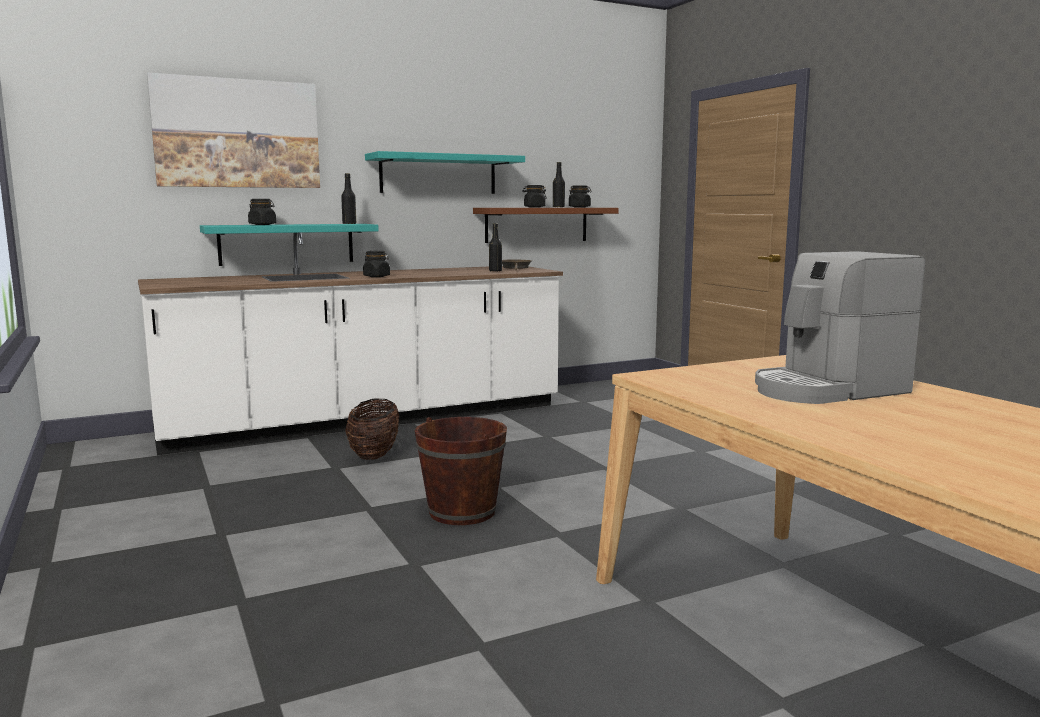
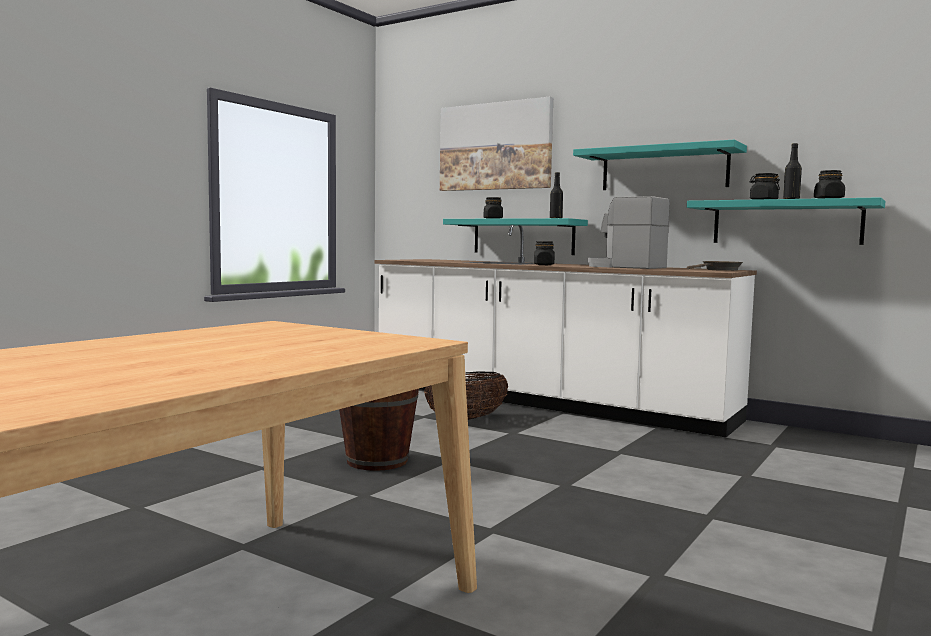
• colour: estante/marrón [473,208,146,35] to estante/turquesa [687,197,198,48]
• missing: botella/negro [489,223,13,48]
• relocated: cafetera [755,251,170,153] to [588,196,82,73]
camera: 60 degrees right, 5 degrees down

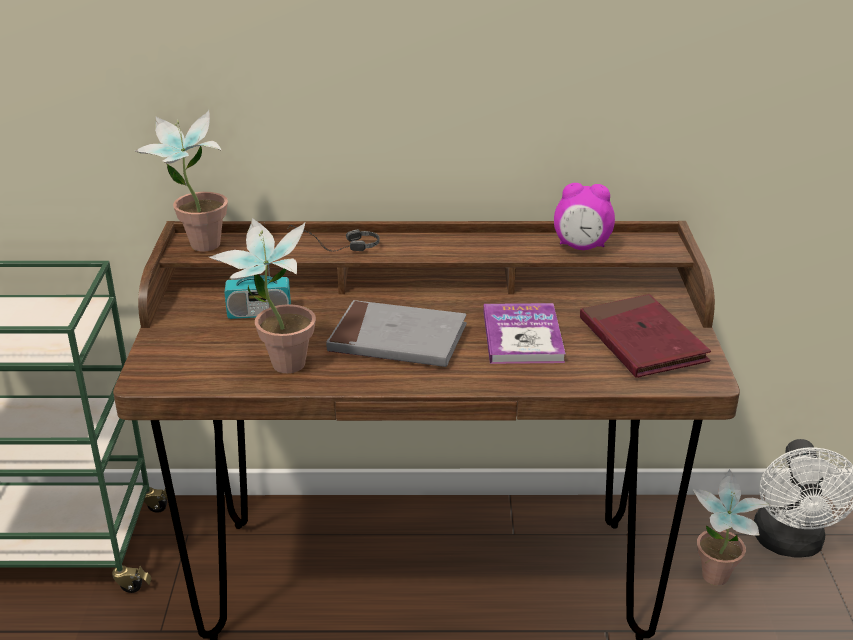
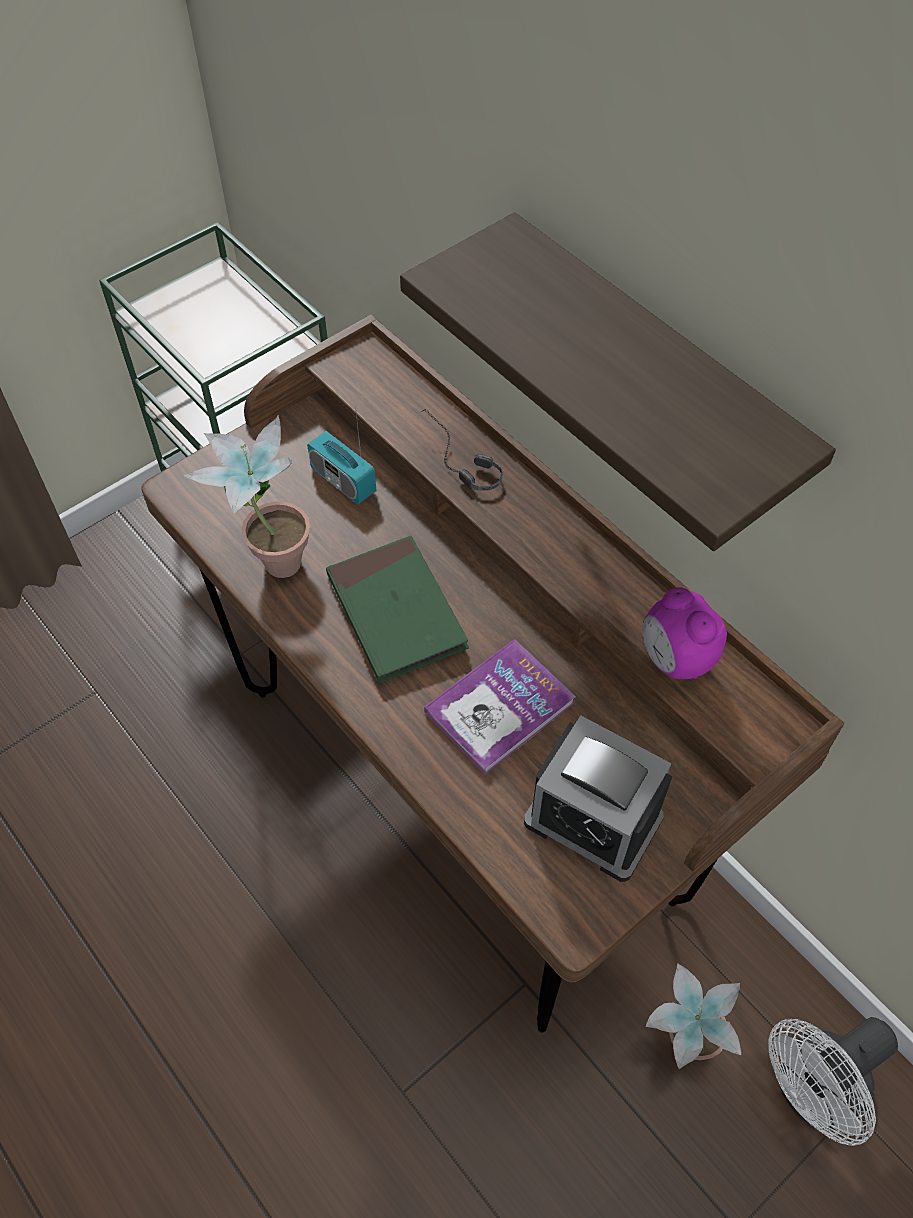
• missing: planta en maceta [136,110,92,142]
• colour: libro/gris [326,300,141,67] to libro/verde [326,536,143,147]
• exchanged: libro/rojo [580,294,131,84] to despertador [524,715,149,167]
• appeared: estante [400,212,436,339]
camera: 50 degrees right, 25 degrees up

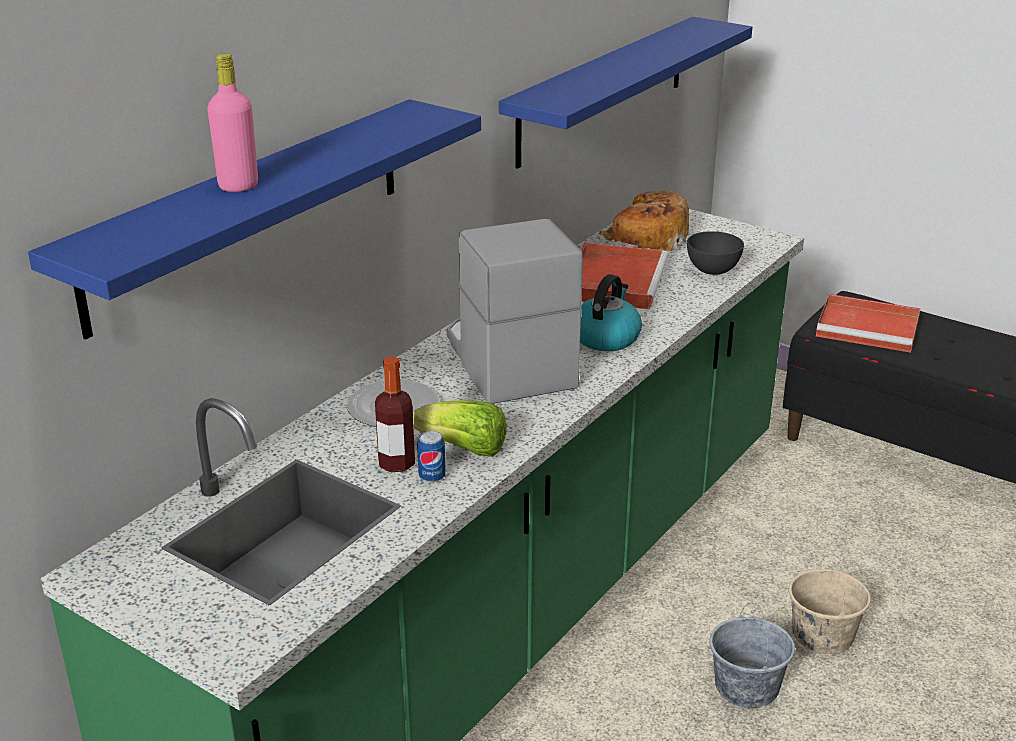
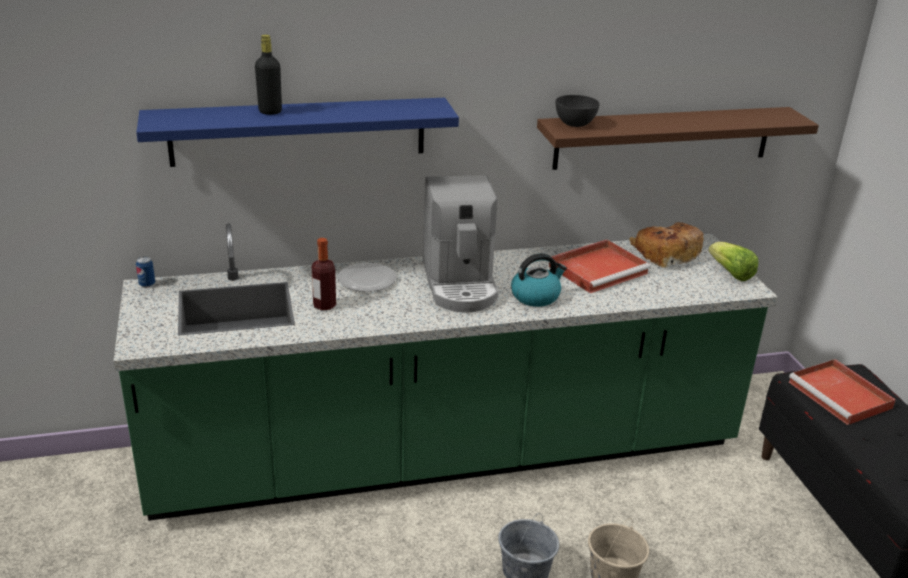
• colour: botella/rosa [207,54,51,138] to botella/negro [255,35,27,80]
• relocated: lechuga [413,400,94,57] to [708,242,50,39]
• relocated: lata [417,431,29,51] to [136,256,19,31]
• spun: cafetera [447,219,136,185] = [423,175,75,138] 150 degrees clockwise
• colour: estante/azul [499,17,254,152] to estante/marrón [537,107,282,63]
• relocated: cuenco/gris [687,231,57,44] to [556,95,44,32]
camera: 40 degrees right, 0 degrees up

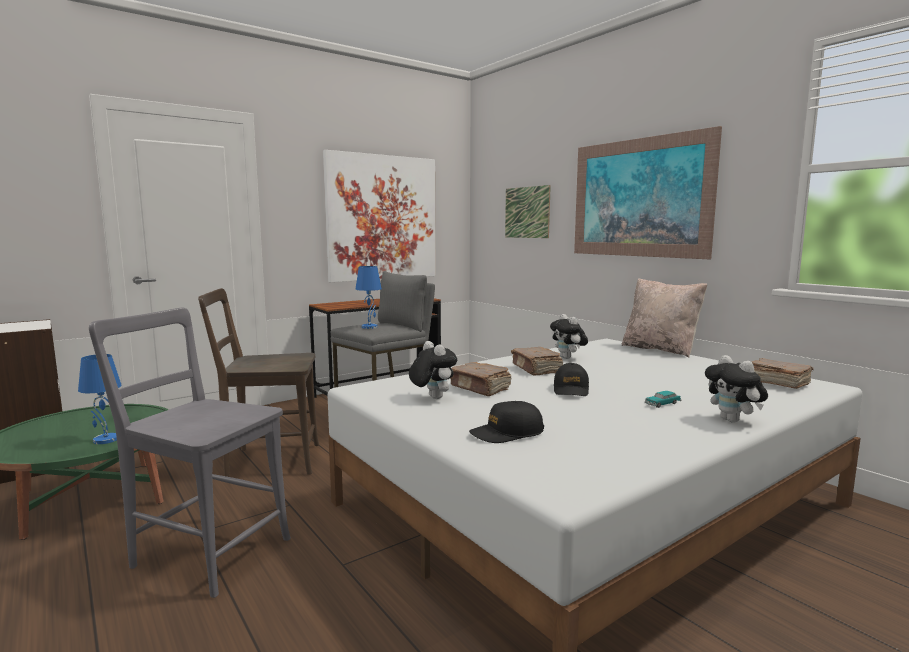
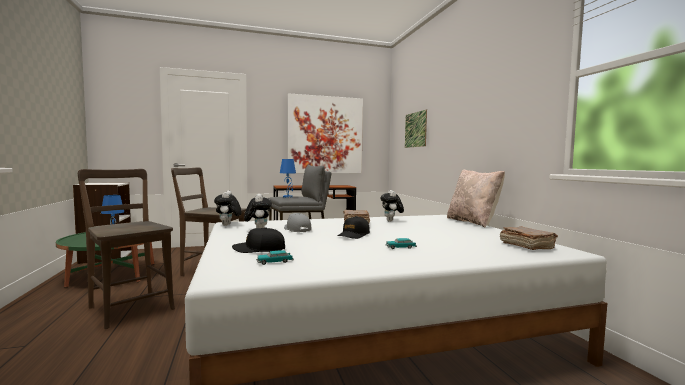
• colour: silla/gris [89,308,202,290] to silla/marrón [78,169,97,160]
• exchanged: libro/marrón [450,362,61,34] to gorra/gris [284,213,28,19]
• missing: cuadro [574,126,148,133]
• relocated: peluche [705,355,63,68] to [214,191,28,35]
• appeared: coche de juguete [256,250,38,15]
camera: 20 degrees right, 5 degrees down

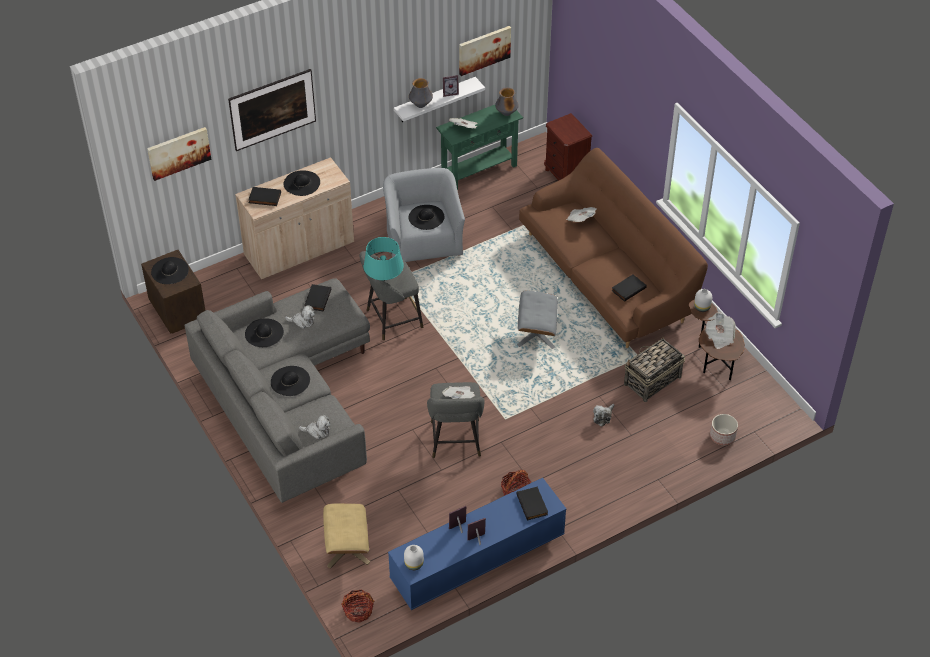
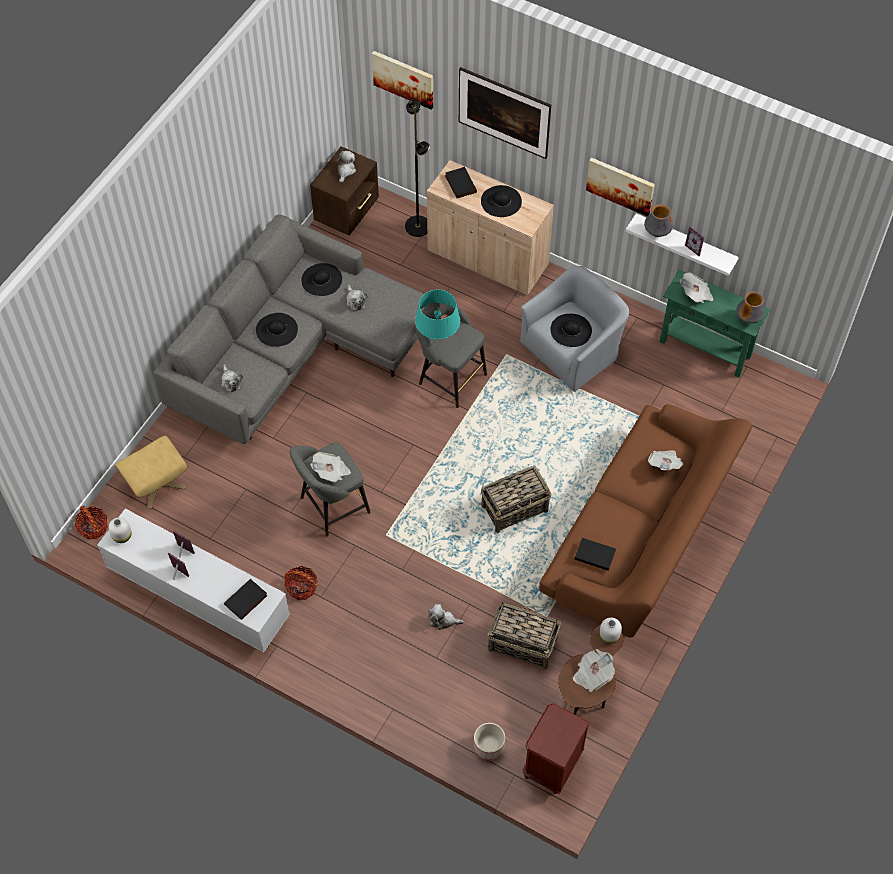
• exchanged: sombrero/negro [151,257,38,27] to peluche [336,151,20,32]
• missing: libro/negro [304,284,27,27]
• colour: mueble de televisión/azul [388,478,178,132] to mueble de televisión/blanco [97,509,193,144]
• relocated: cuadro [459,26,52,50] to [586,157,69,60]
• exchanged: puf/gris [517,290,41,59] to cesta [481,466,70,67]
• relocated: mesita de noche/marrón [544,113,48,67] to [523,703,67,91]
• appeared: lámpara de pie/negro [405,100,25,137]
camera: 60 degrees right, 10 degrees up

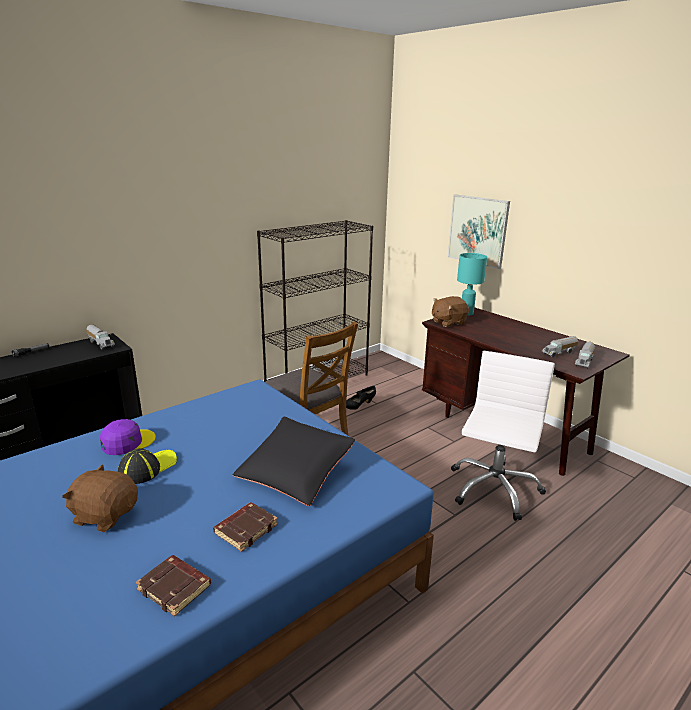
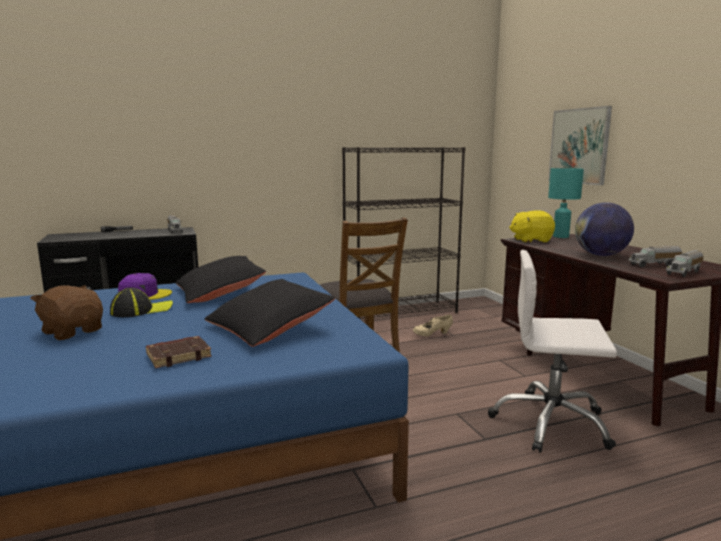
• missing: libro/marrón [135,555,76,62]
• colour: zapato/negro [346,386,30,24] to zapato/beis [413,314,40,22]
• colour: peluche/marrón [432,296,37,31] to peluche/amarillo [509,210,46,33]
• spun: silla de oficina/blanco [451,351,104,170] = [488,250,129,203] 120 degrees counterclockwise
• appeared: cojín/negro [176,256,90,47]
• appeared: globo terráqueo [575,202,59,54]
camera: 20 degrees right, 10 degrees down

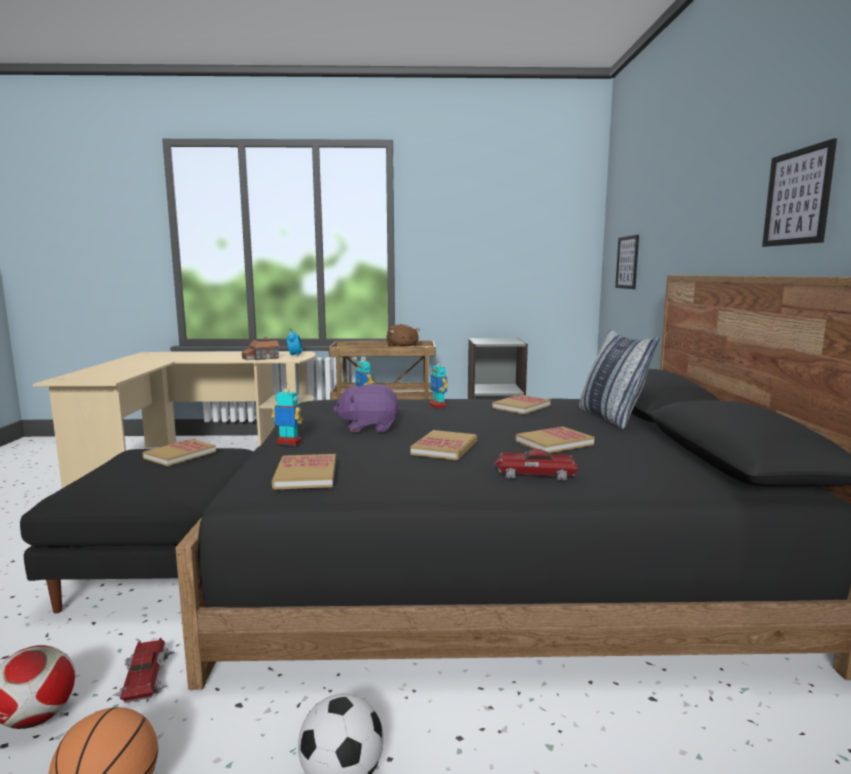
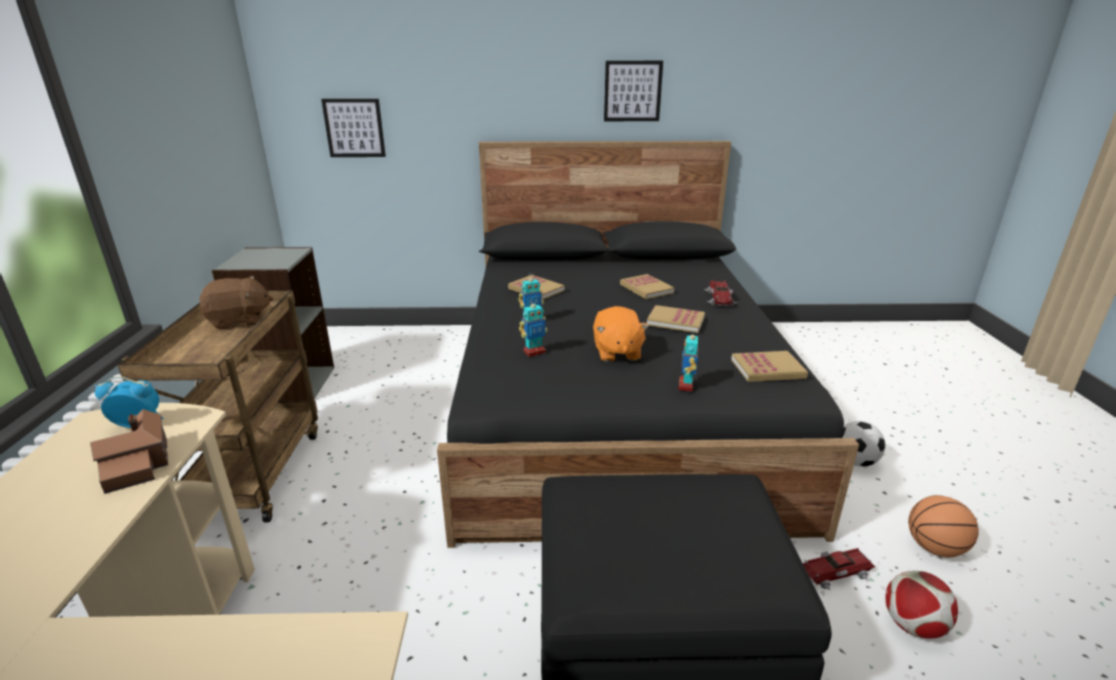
• missing: libro [142,439,74,27]
• colour: peluche/morado [333,384,67,48] to peluche/naranja [593,306,56,56]
• missing: cojín [579,329,81,101]
camera: 90 degrees left, 15 degrees up

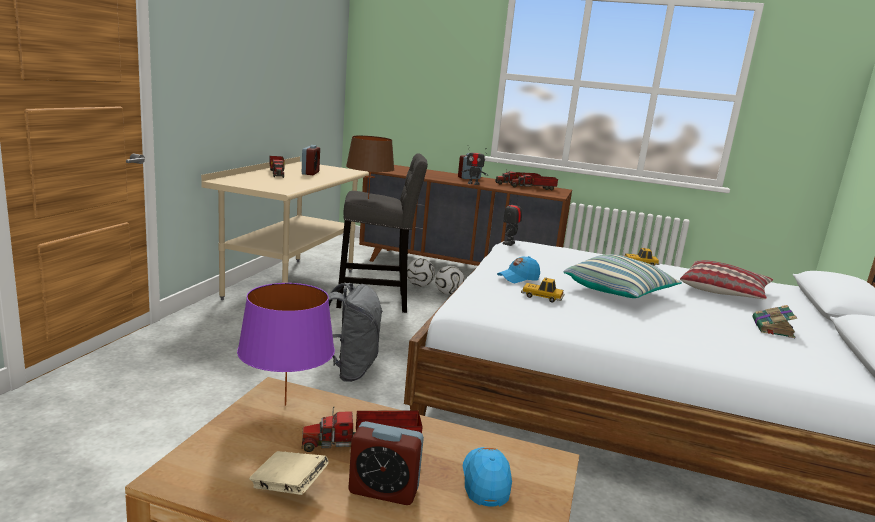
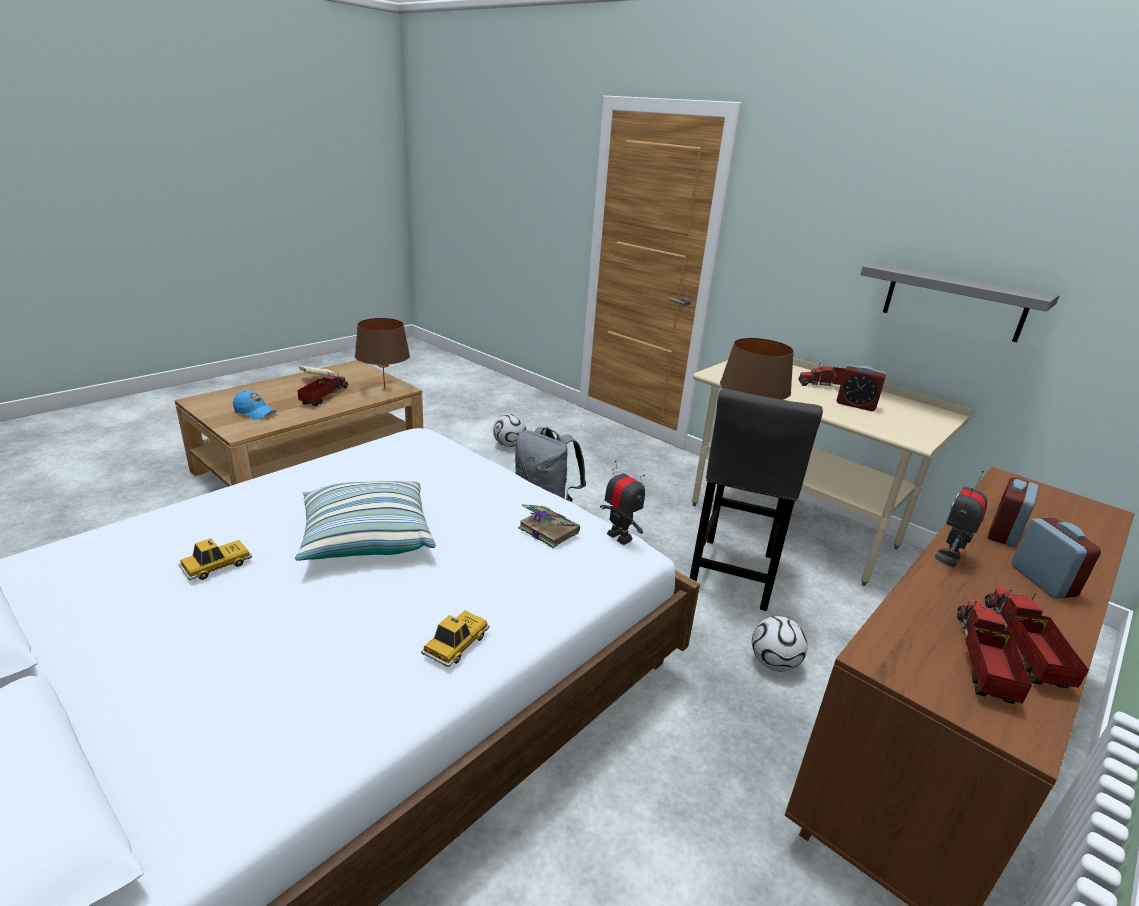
• colour: lámpara de mesa/morado [237,283,98,123] to lámpara de mesa/marrón [355,318,55,71]
• relocated: despertador [348,421,76,84] to [988,477,51,70]
• relocated: balón de fútbol [407,258,28,29] to [493,414,33,33]
• missing: gorra/azul [497,256,43,27]
• relocated: coche de juguete [521,277,43,25] to [179,538,73,42]
• missing: cojín [680,260,93,39]
• relocated: libro [752,305,45,33] to [518,504,62,44]
• appeared: estante/gris [860,262,200,80]
camera: 115 degrees right, 10 degrees up

